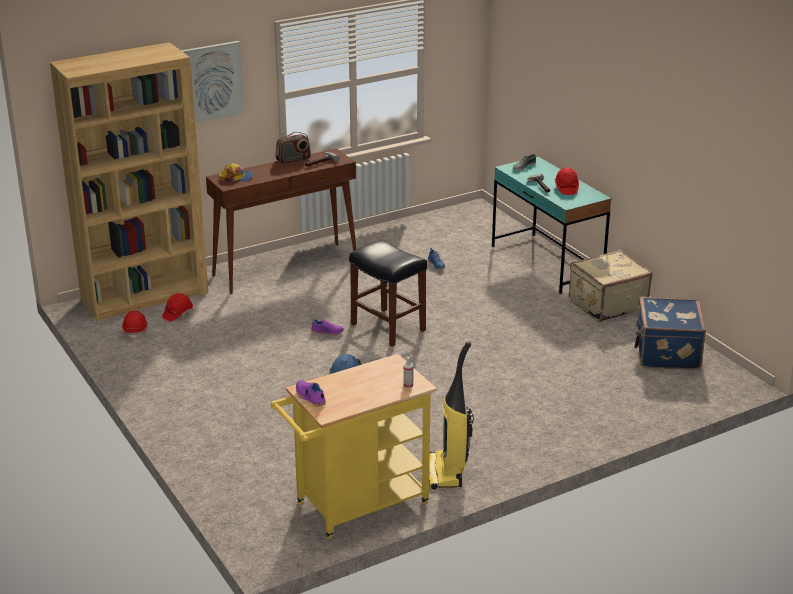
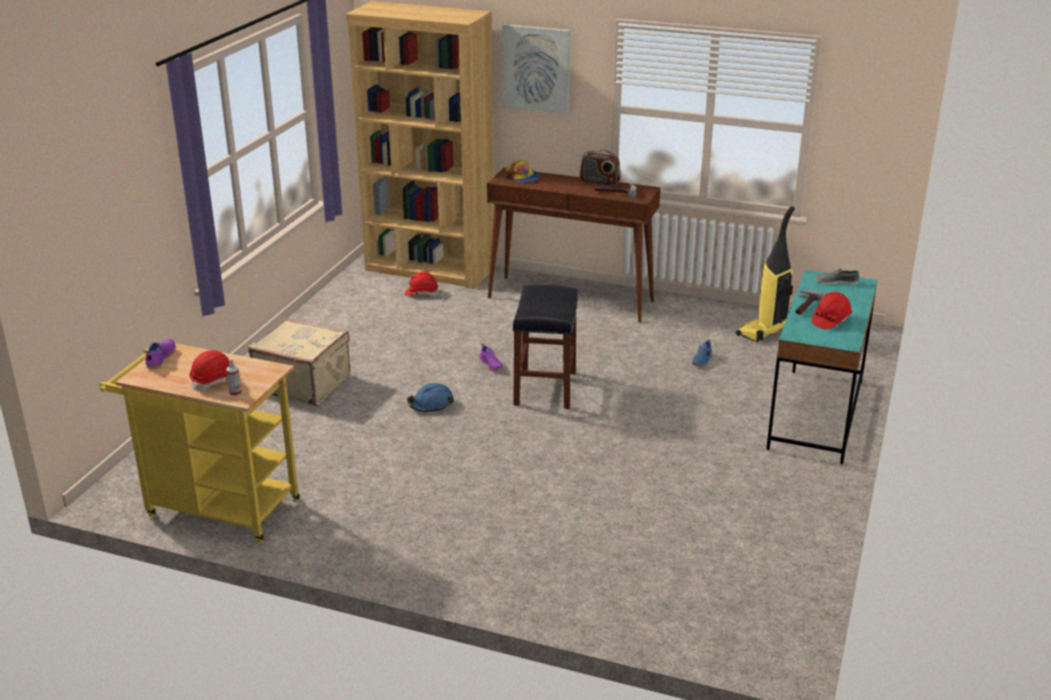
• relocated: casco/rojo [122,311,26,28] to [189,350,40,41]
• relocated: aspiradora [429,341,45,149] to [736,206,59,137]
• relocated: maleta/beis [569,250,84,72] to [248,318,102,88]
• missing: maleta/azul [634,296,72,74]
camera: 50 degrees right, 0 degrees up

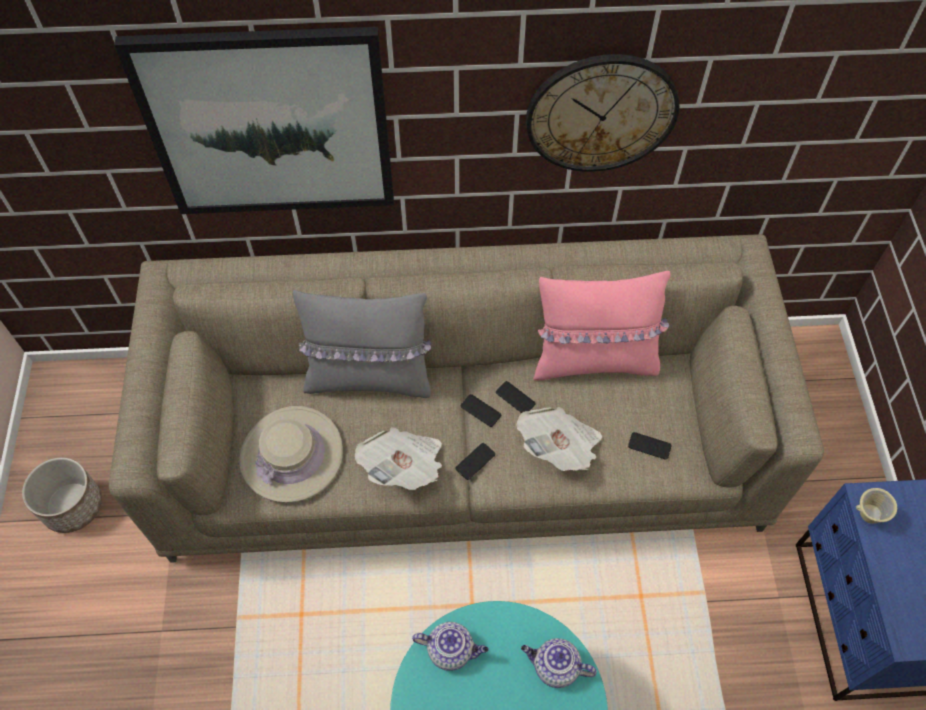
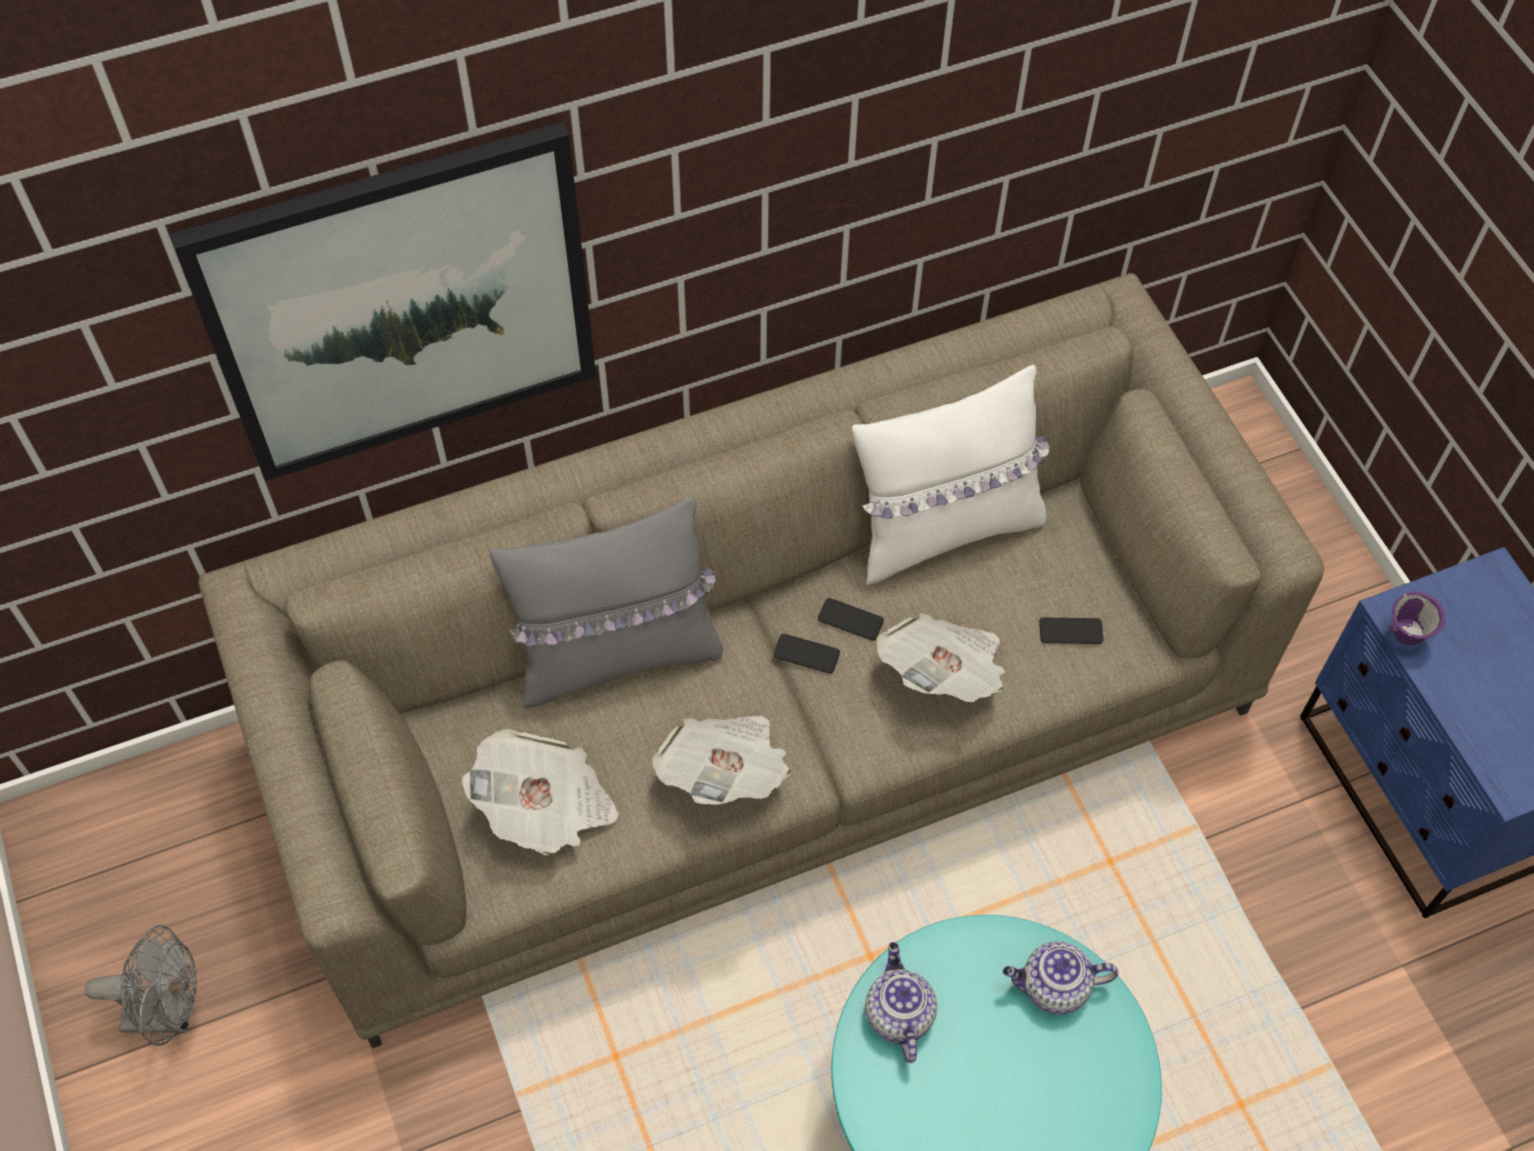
• exchanged: maceta [22,457,80,76] to ventilador/gris [85,925,112,121]
• exchanged: sombrero/beis [239,406,104,97] to periódico [462,729,157,126]
• spun: tetera [412,622,77,49] = [865,942,72,121] 90 degrees counterclockwise
• missing: móvil [455,443,40,37]
• missing: reloj de pared [526,54,154,118]
• colour: cojín/rosa [533,271,137,110] to cojín/blanco [852,365,198,220]
• colour: taza grande/beis [856,488,41,36] to taza grande/morado [1388,591,57,54]
camera: 20 degrees left, 0 degrees up

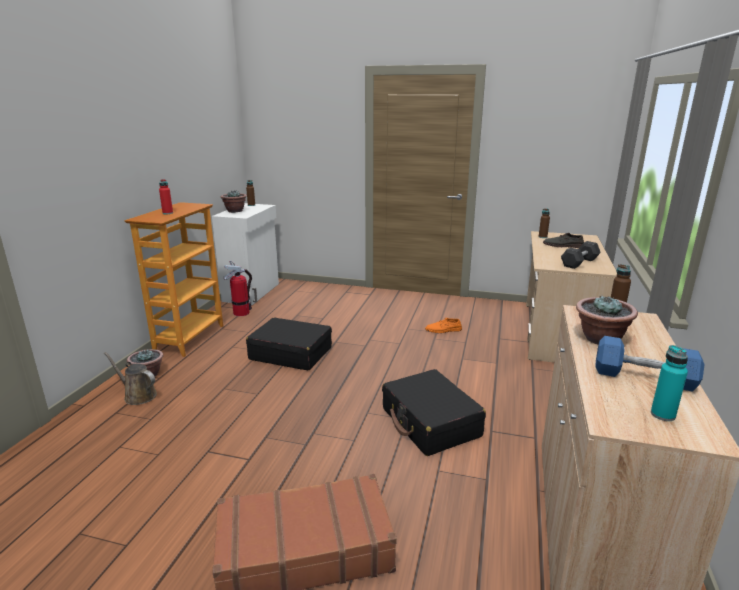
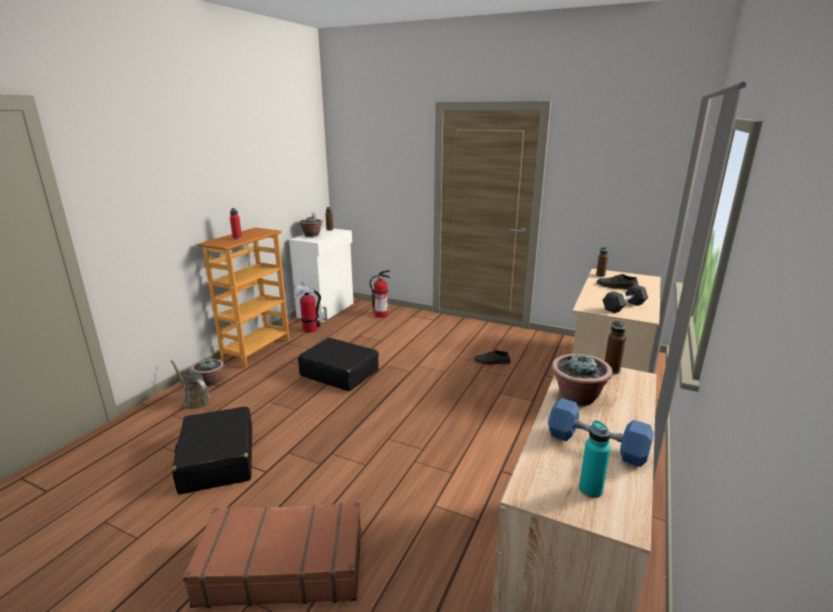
• relocated: maleta/negro [382,369,104,87] to [172,406,80,88]
• colour: zapato/naranja [425,317,37,16] to zapato/gris [474,350,37,15]
• appeared: extintor [370,270,21,48]
camera: 10 degrees right, 0 degrees up

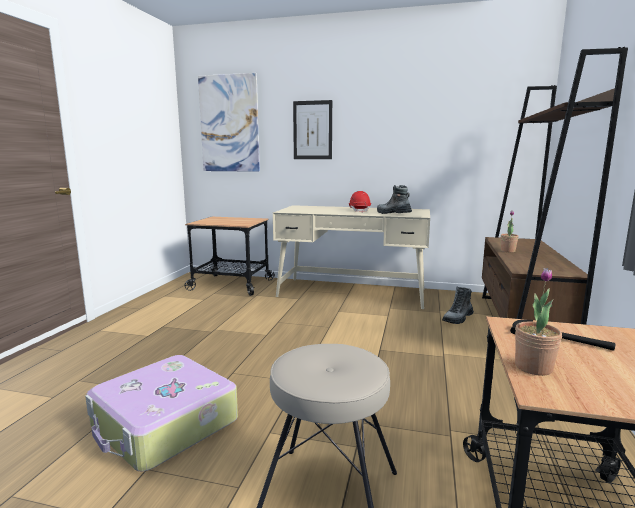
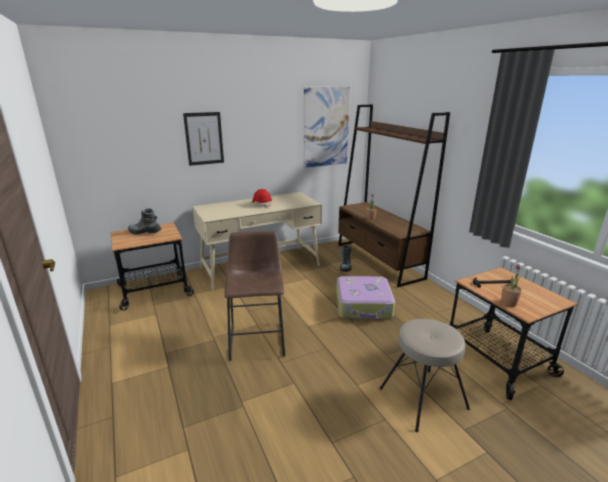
• relocated: maleta [85,355,153,117] to [336,276,59,43]
• relocated: cuadro [198,73,62,99] to [304,86,46,82]
• relocated: bota [377,185,35,29] to [128,209,33,26]
• appeared: taburete/marrón [224,231,61,130]
camera: 40 degrees left, 10 degrees up

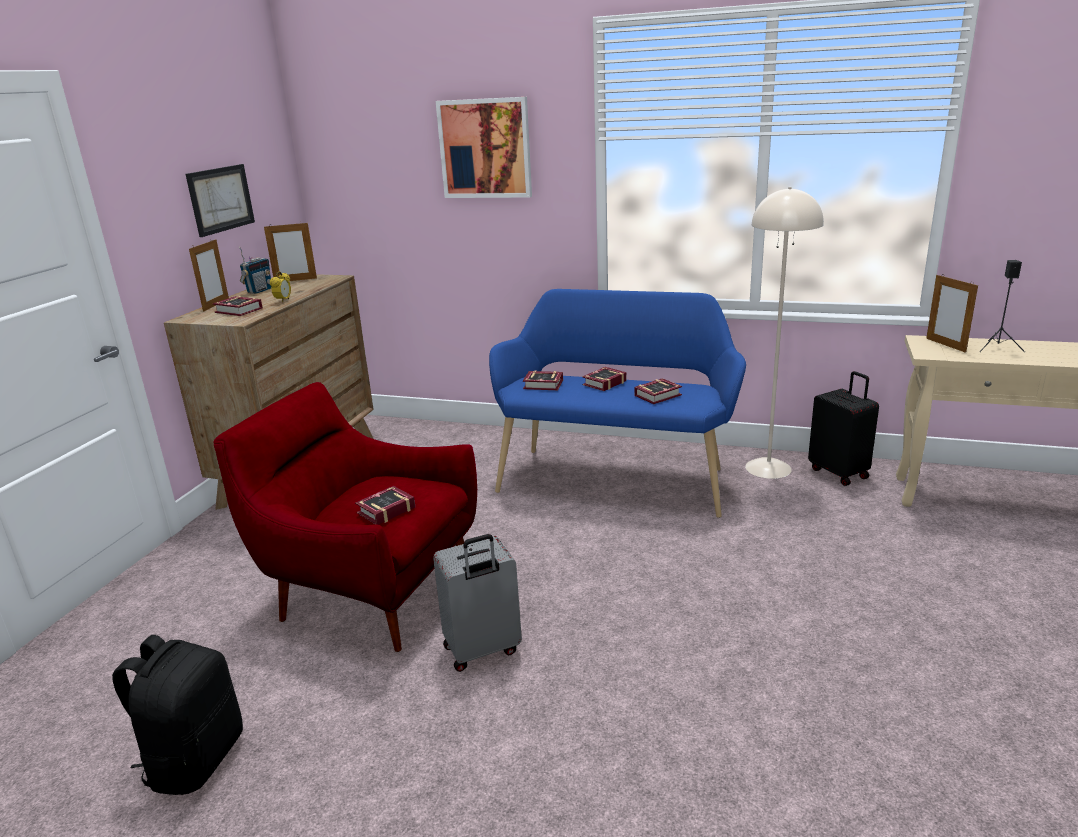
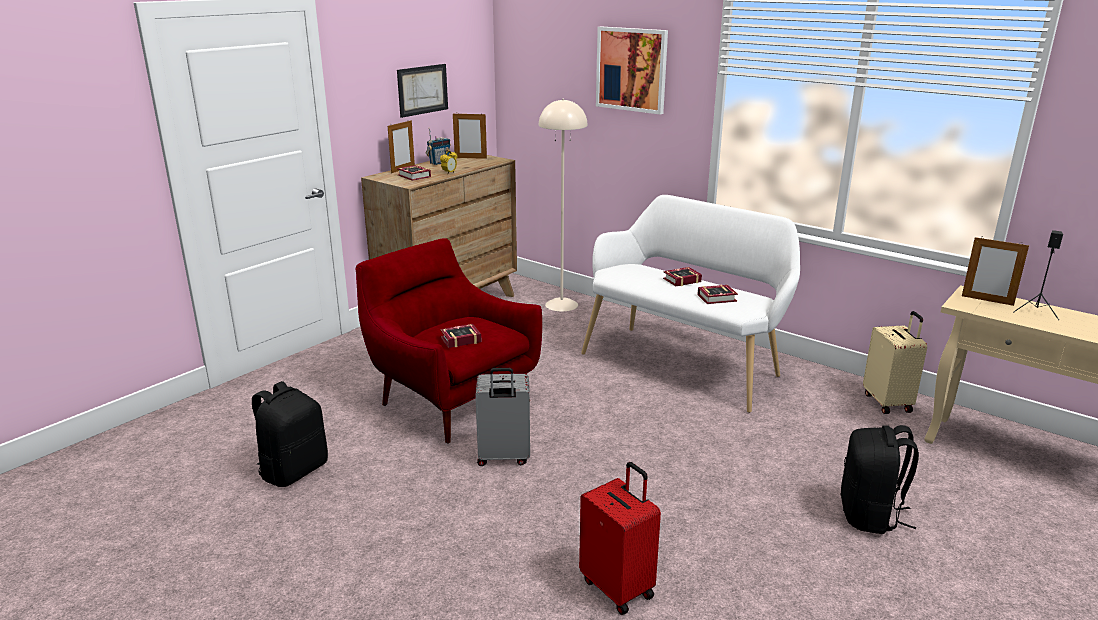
• colour: banco/azul [489,289,257,229] to banco/blanco [581,195,219,218]
• missing: libro [523,371,40,19]
• relocated: lámpara de pie/beis [745,187,79,292] to [539,99,49,213]
• colour: maleta/negro [808,371,71,115] to maleta/beis [863,311,64,103]
• spun: portarretratos [926,275,52,78] = [962,236,67,70] 60 degrees counterclockwise
• appeared: maleta/rojo [579,462,82,153]
• appeared: mochila/negro [840,425,79,109]
camera: 20 degrees right, 0 degrees up

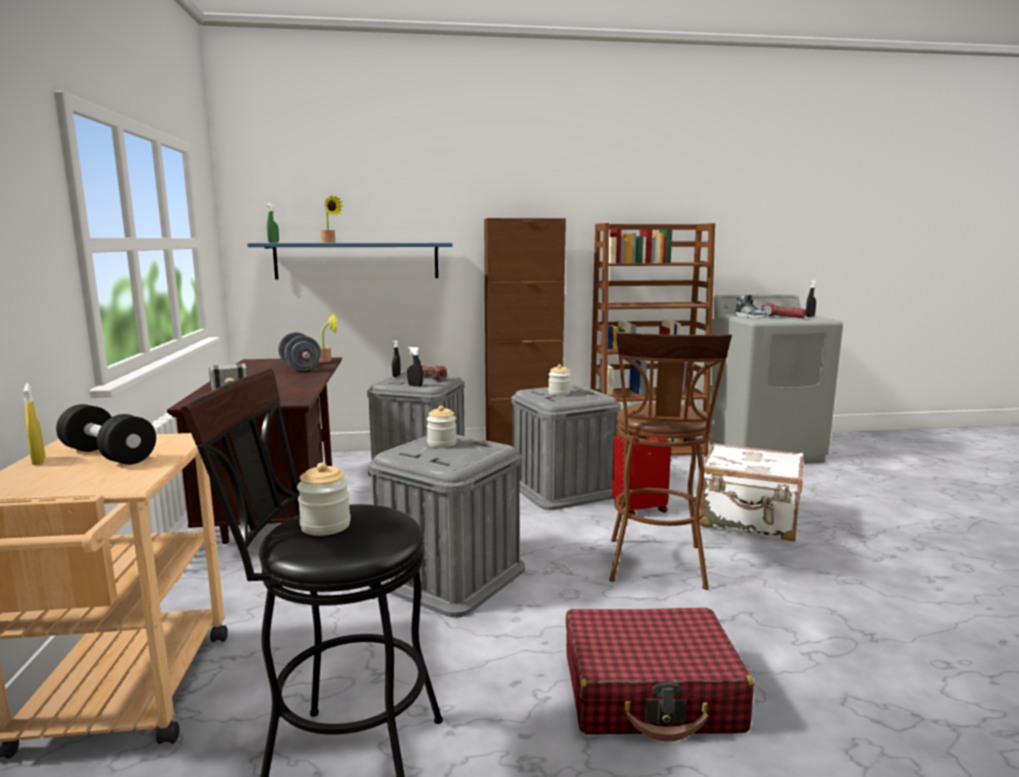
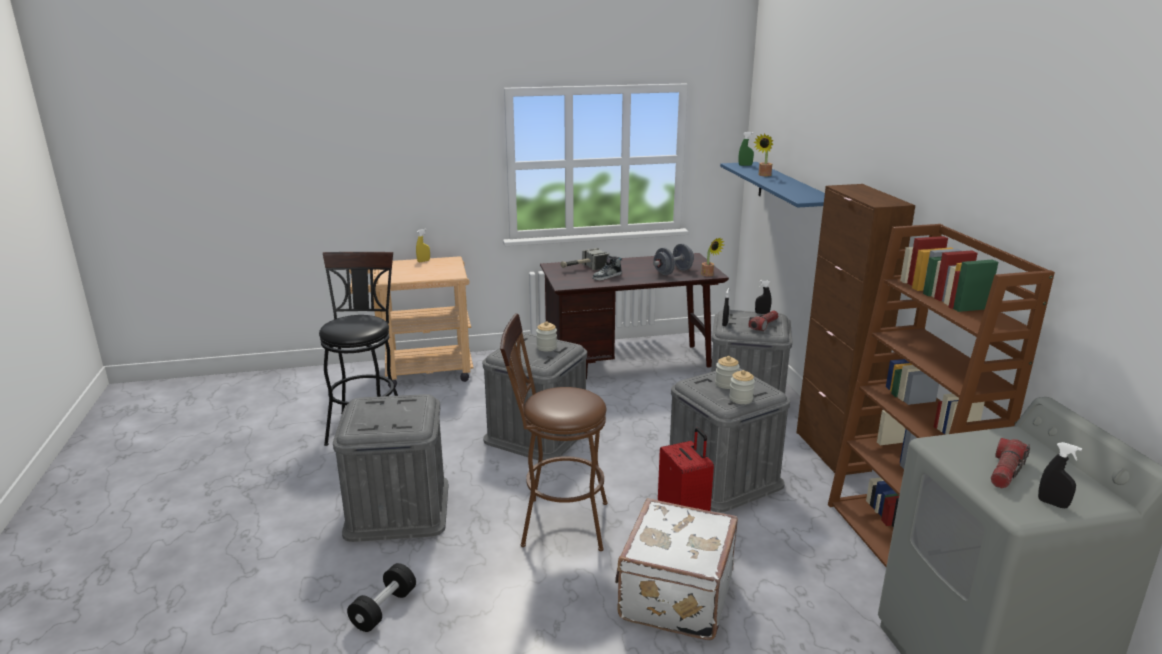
• relocated: mancuerna/negro [56,404,100,61] to [347,563,69,69]
• relocated: tarro [297,462,54,74] to [729,370,26,34]
• exchanged: maleta/rojo [566,608,188,133] to caja de almacenaje/gris [333,394,115,148]
• relocated: zapato [735,295,33,23] to [592,256,30,24]
camera: 85 degrees right, 10 degrees up

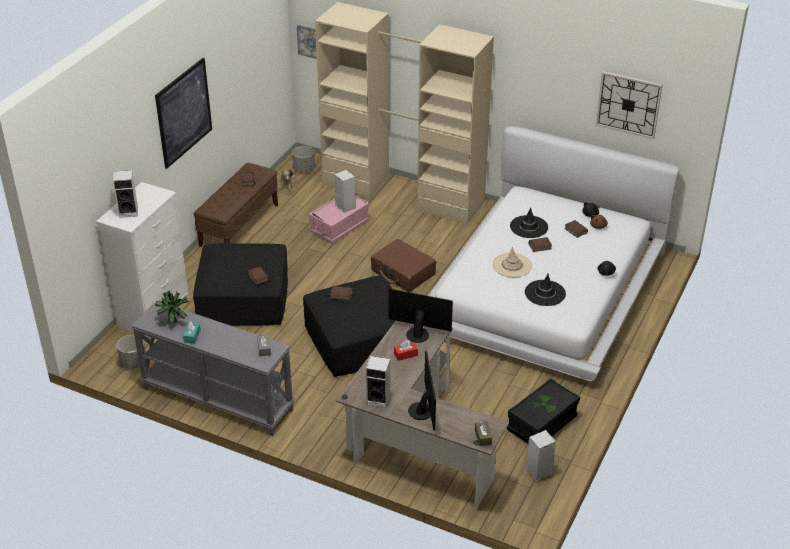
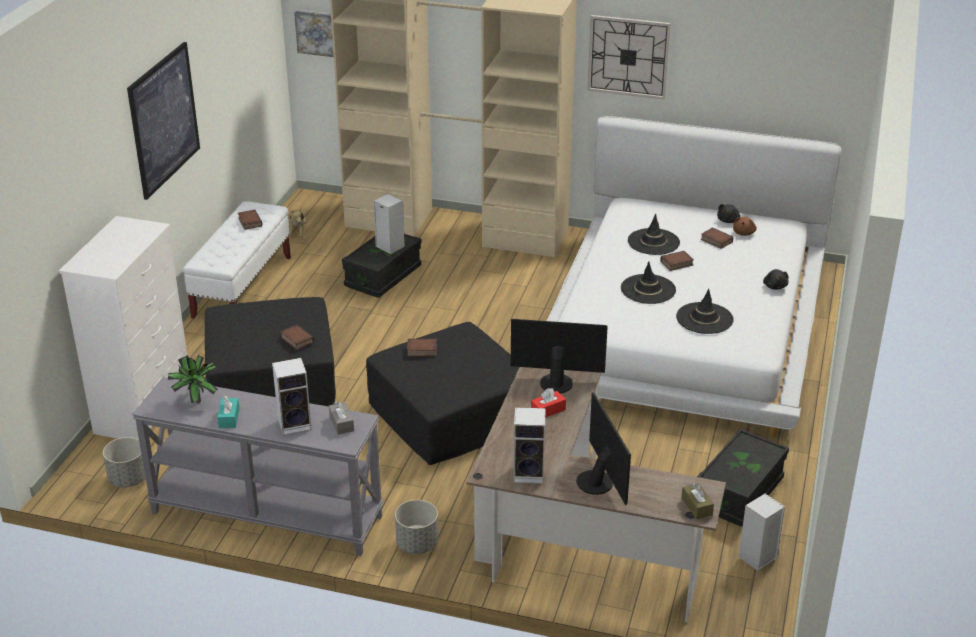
• relocated: altavoz [113,170,25,48] to [272,358,40,77]
• colour: banco/marrón [194,163,84,84] to banco/blanco [182,201,109,118]
• relocated: maceta/gris [292,146,23,27] to [395,500,44,54]
• colour: caja de almacenaje/rosa [309,196,60,48] to caja de almacenaje/negro [342,234,80,64]
• missing: maleta/marrón [371,239,65,53]
• colour: sombrero/beis [492,247,40,31] to sombrero/negro [621,262,55,42]
• relocated: reloj de pared [596,71,67,68] to [587,15,84,85]
camera: 10 degrees left, 5 degrees down

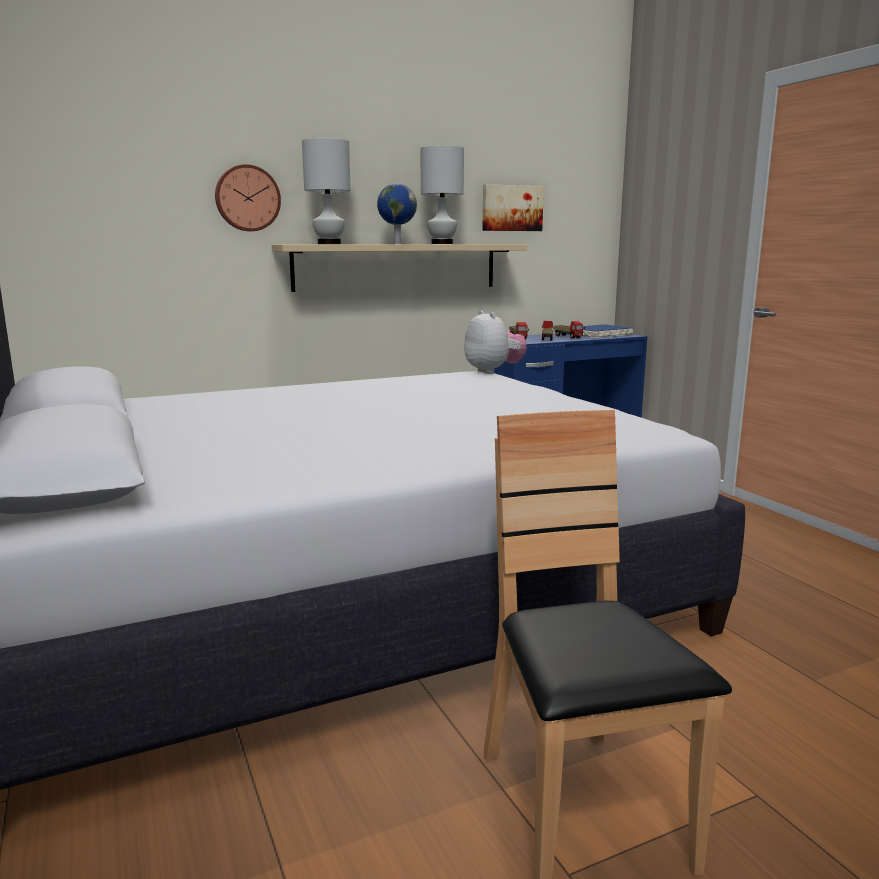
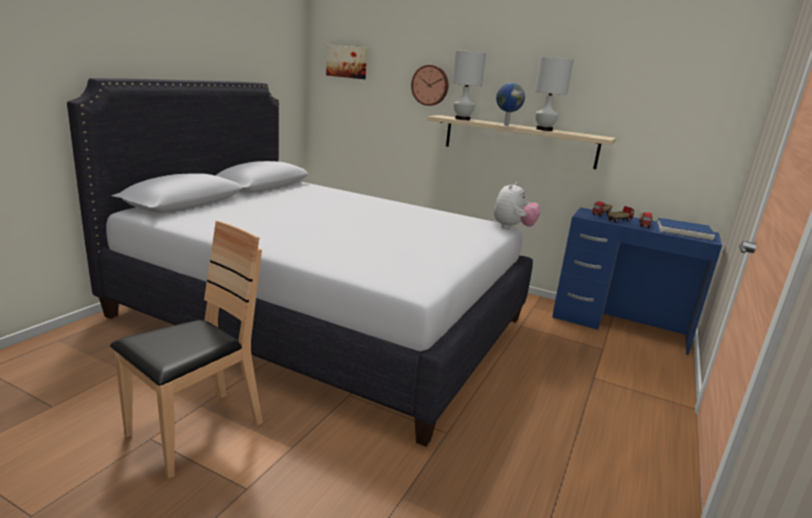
• relocated: cuadro [482,184,62,47] to [326,45,41,34]
camera: 50 degrees right, 5 degrees up

